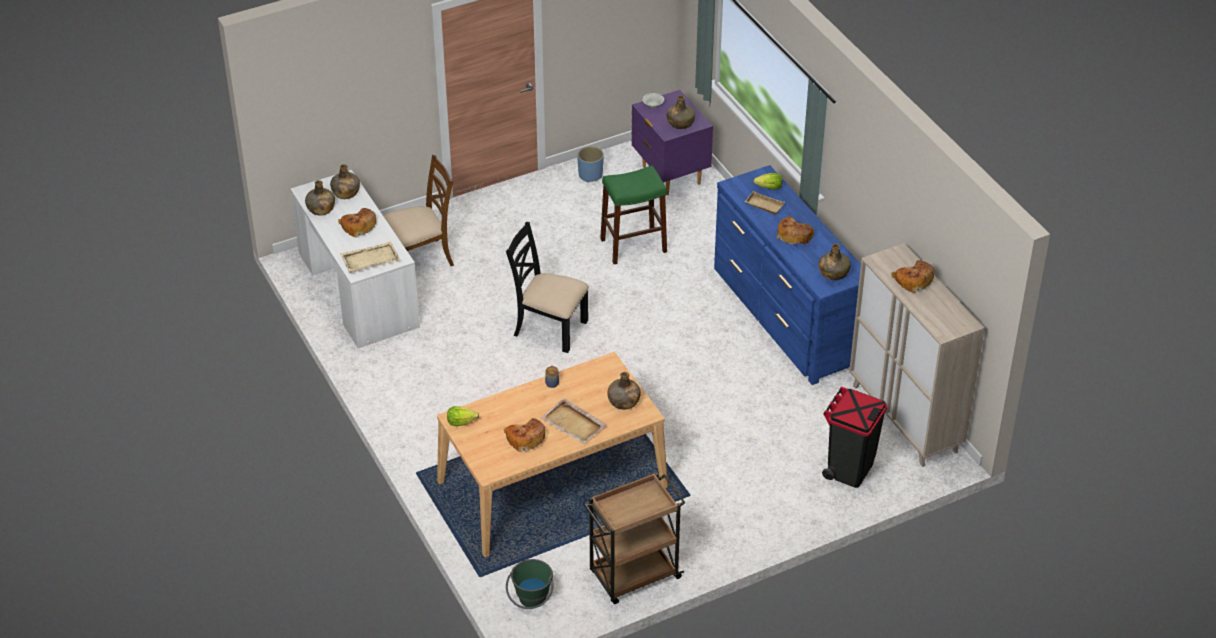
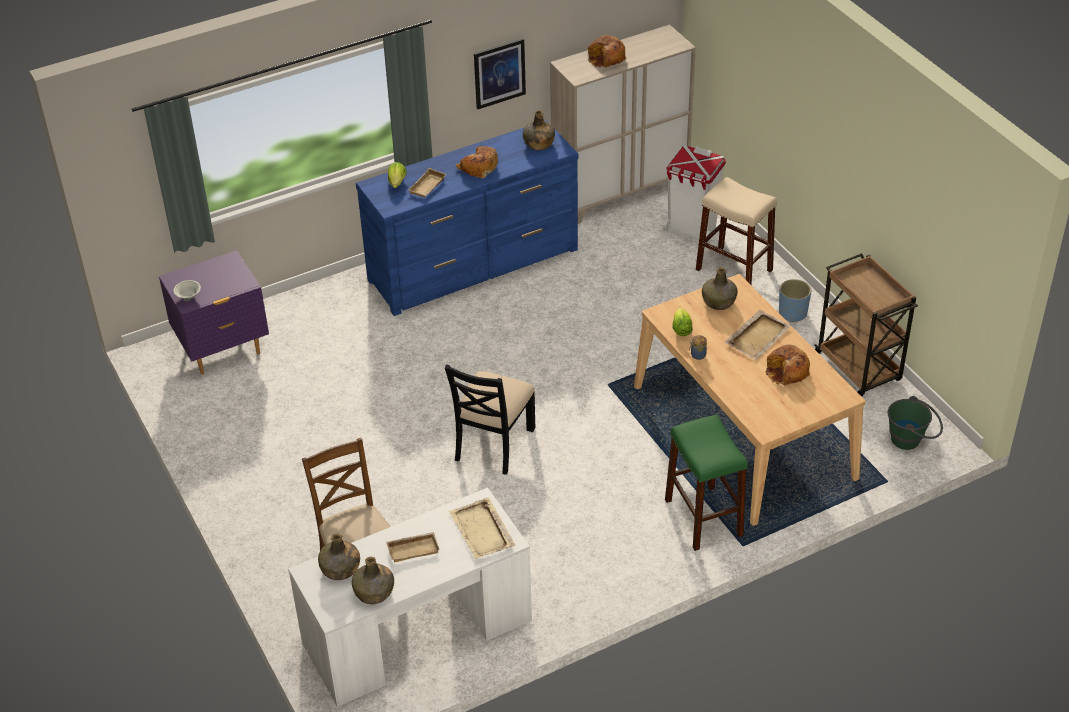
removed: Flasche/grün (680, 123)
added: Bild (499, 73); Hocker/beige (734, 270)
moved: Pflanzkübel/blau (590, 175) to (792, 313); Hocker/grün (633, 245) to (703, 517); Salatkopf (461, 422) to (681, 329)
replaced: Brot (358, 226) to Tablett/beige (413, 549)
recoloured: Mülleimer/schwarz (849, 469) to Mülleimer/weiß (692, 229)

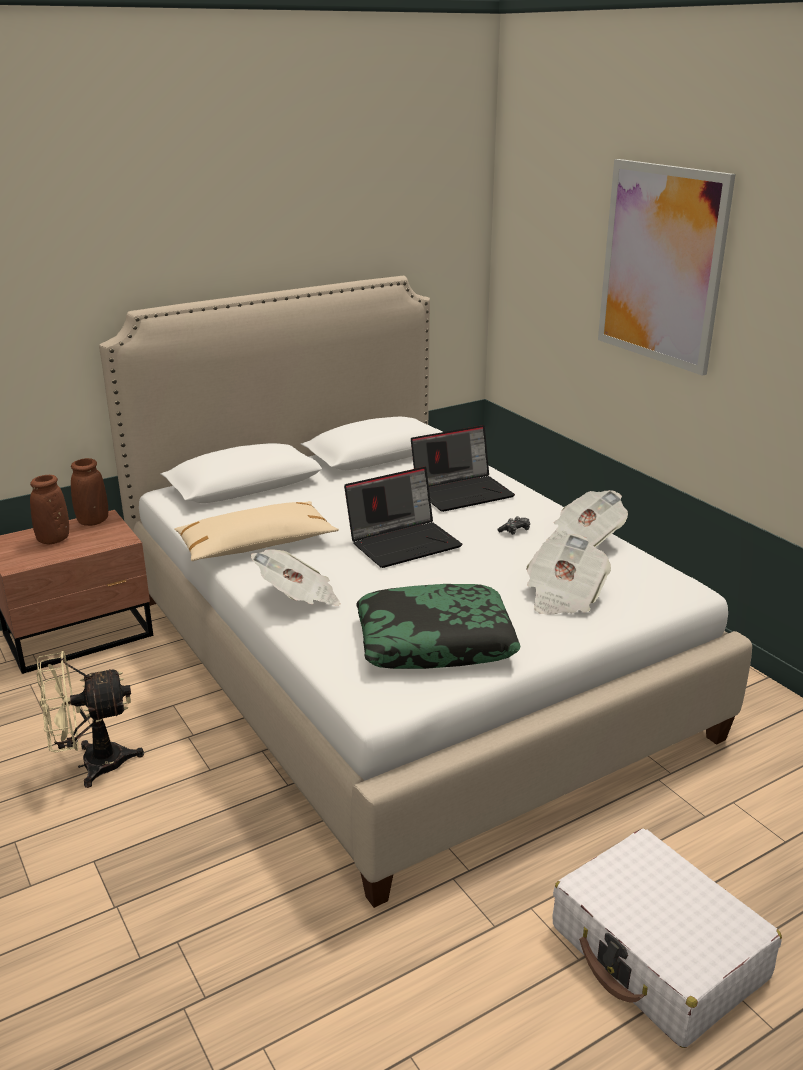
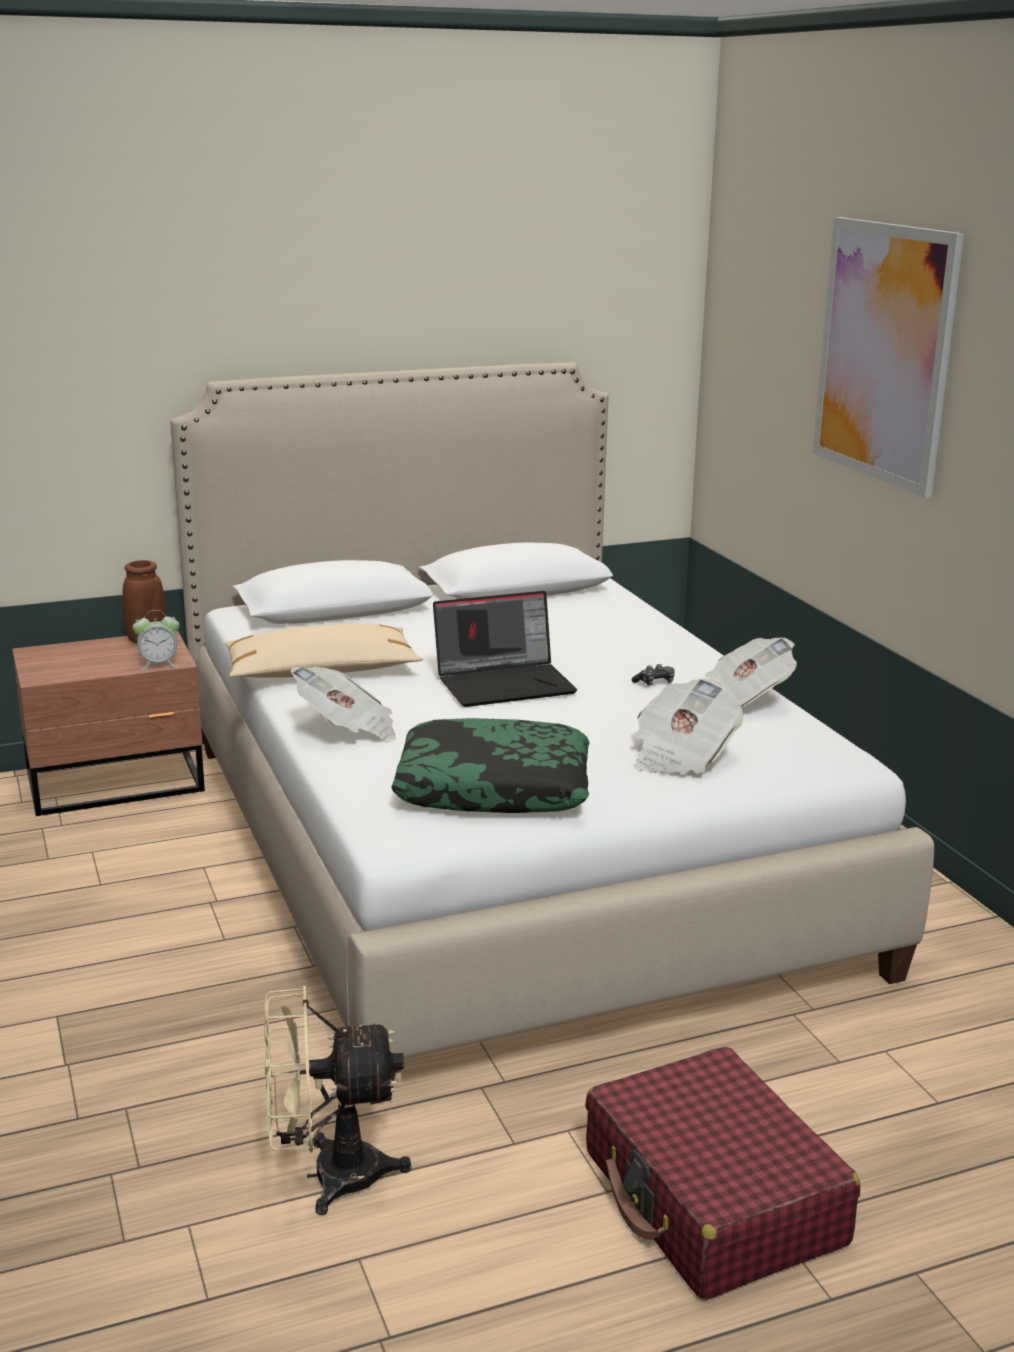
removed: Laptop (462, 492); Vase/braun (53, 540)
added: Wecker (159, 664)
moved: Ventilator/beige (91, 765) to (328, 1176)
recoloured: Koffer/weiß (658, 953) to Koffer/rot (713, 1199)

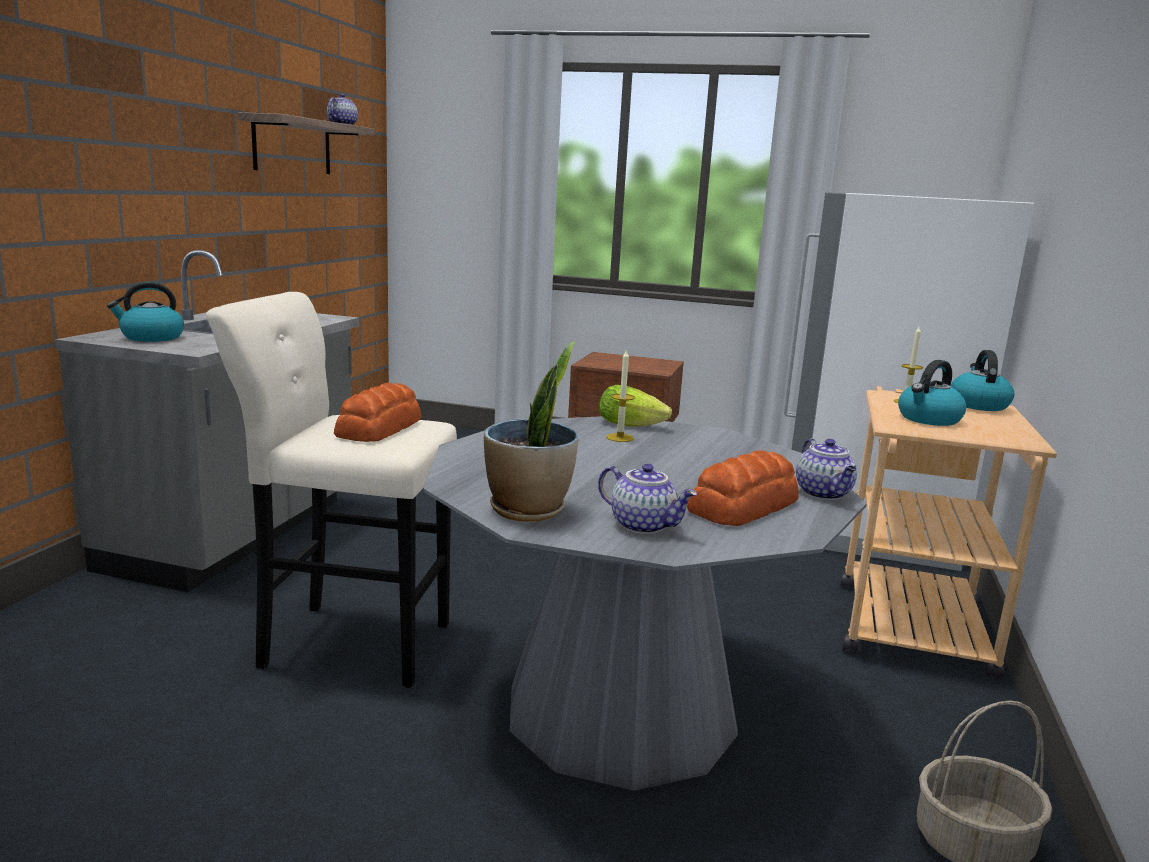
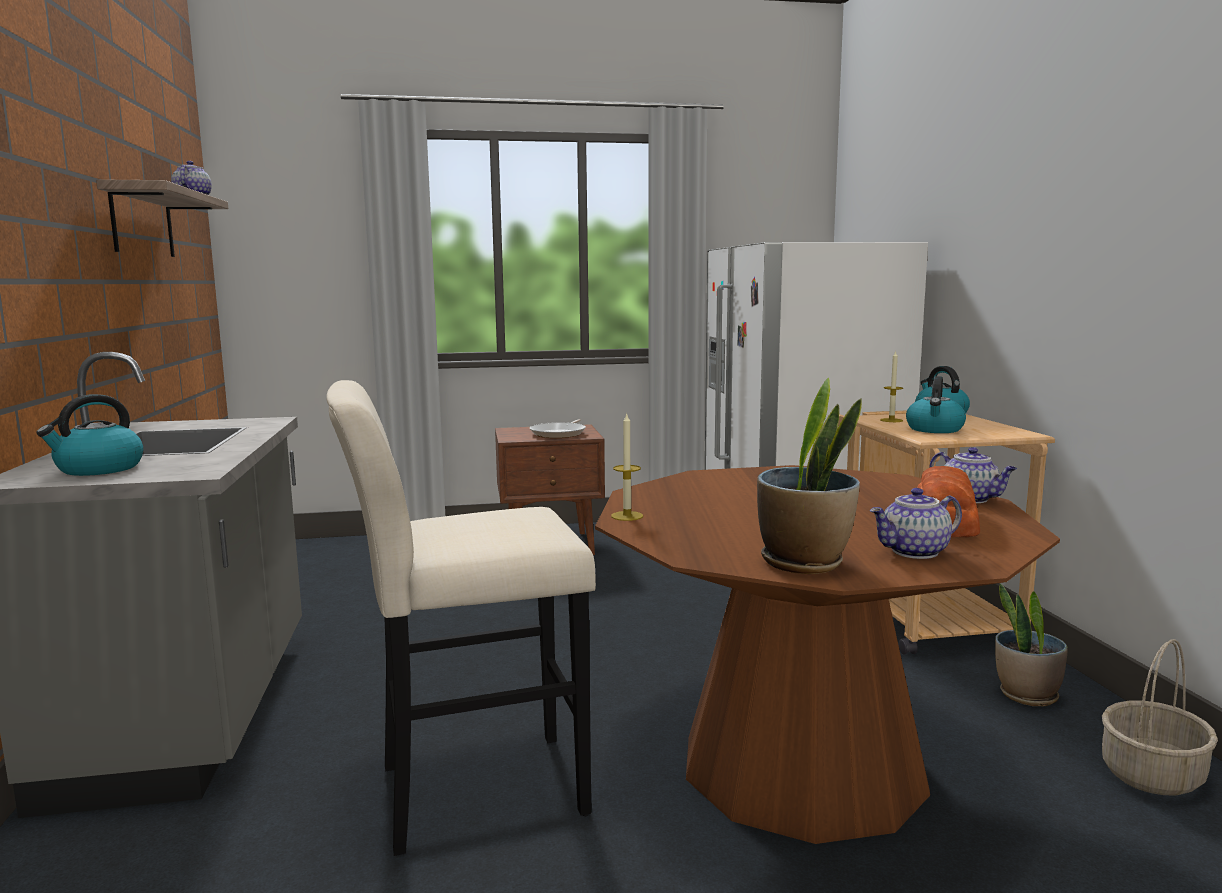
removed: Brot (380, 428); Salatkopf (634, 425)
added: Pfanne (559, 433); Topfpflanze (1026, 695)
moved: Kerze (620, 438) to (627, 516)
recoloured: Esstisch/grau (620, 710) to Esstisch/braun (802, 765)
turned: Teekanne (644, 525) = (915, 552) 150 degrees clockwise

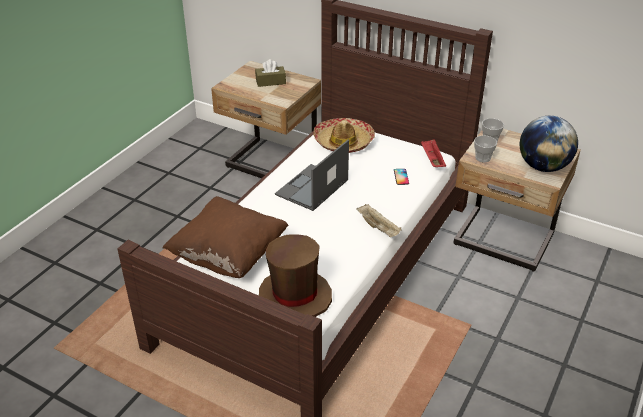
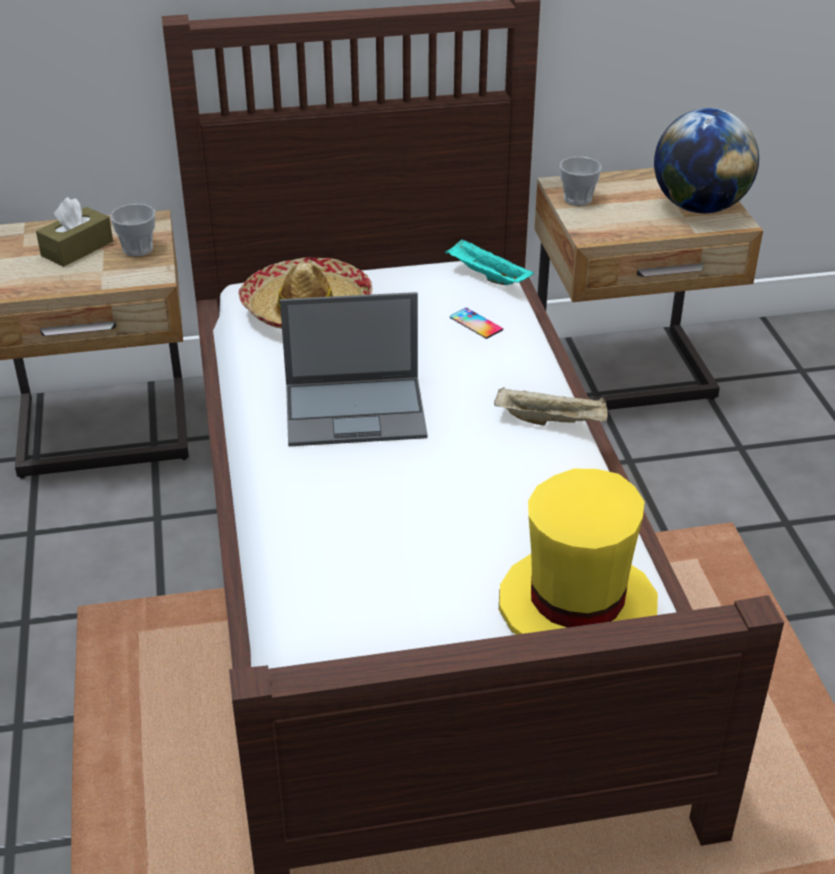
removed: Kissen/braun (229, 255)
moved: Tasse (482, 158) to (138, 249)
recoloured: Tablett/rot (432, 160) to Tablett/türkis (486, 276); Hut/braun (295, 296) to Hut/gelb (576, 606)
turned: Laptop (311, 188) = (357, 411) 90 degrees counterclockwise

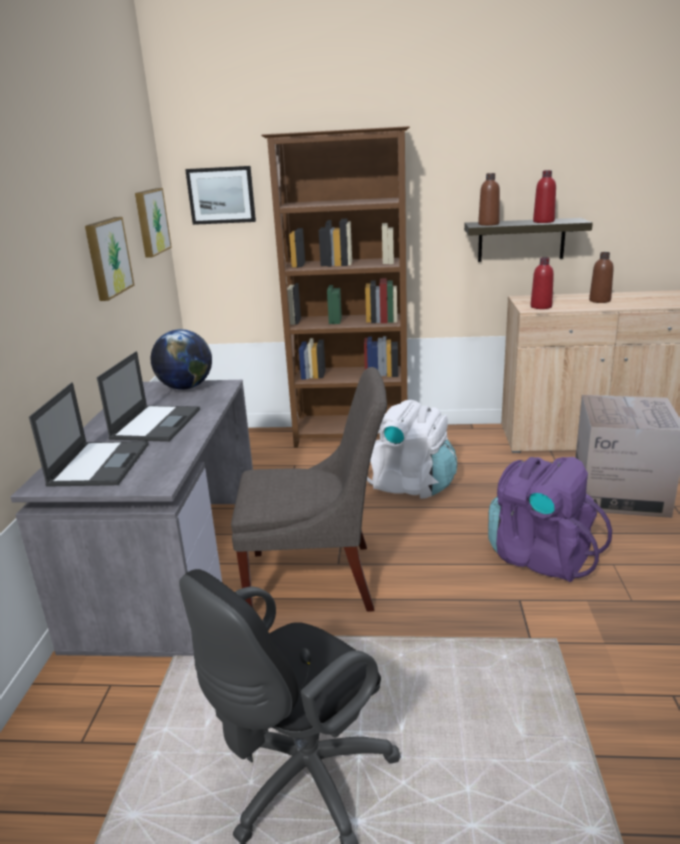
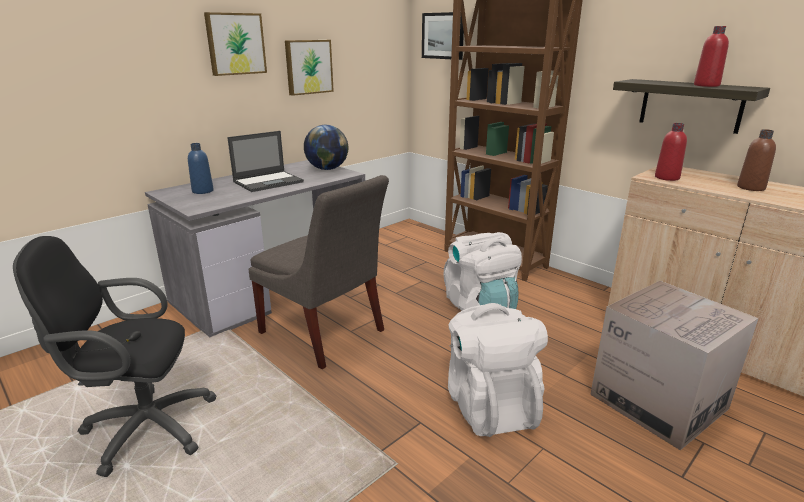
removed: Flasche/braun (488, 224)
moved: Bild (150, 222) to (235, 44)
replaced: Laptop (100, 463) to Flasche/blau (202, 191)
recoloured: Rucksack/lila (540, 557) to Rucksack/weiß (489, 405)

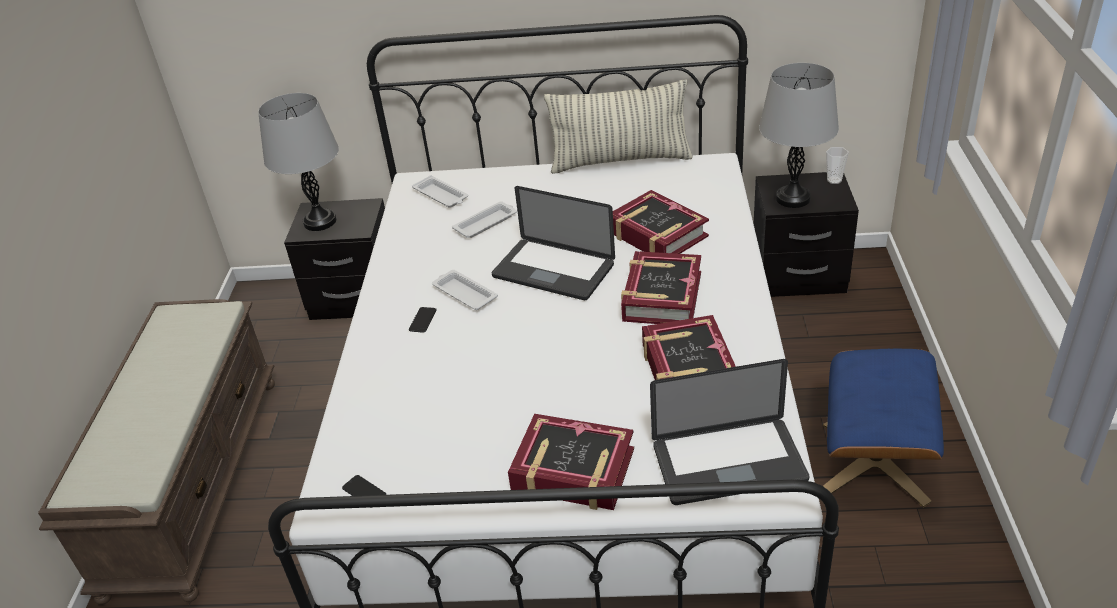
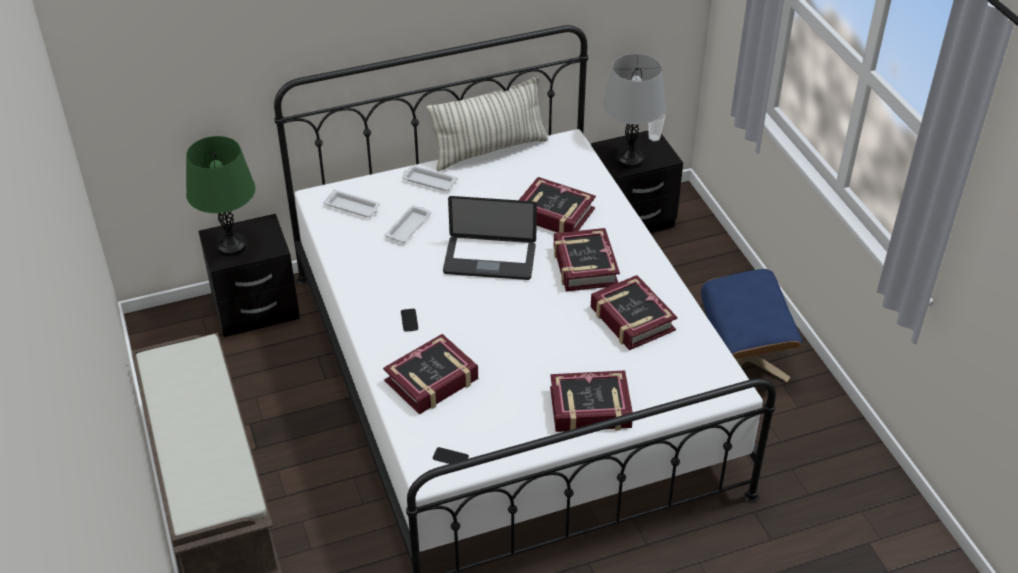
removed: Laptop (728, 463)
added: Buch (432, 380)
moved: Tablett/weiß (464, 293) to (428, 181)
recoloured: Tischlampe/grau (320, 222) to Tischlampe/grün (231, 246)

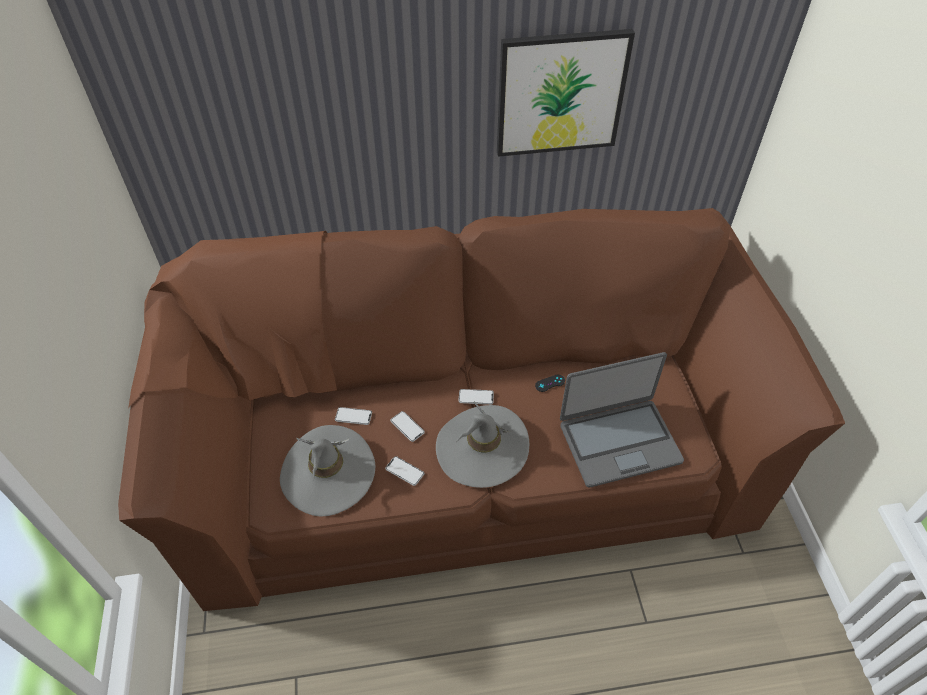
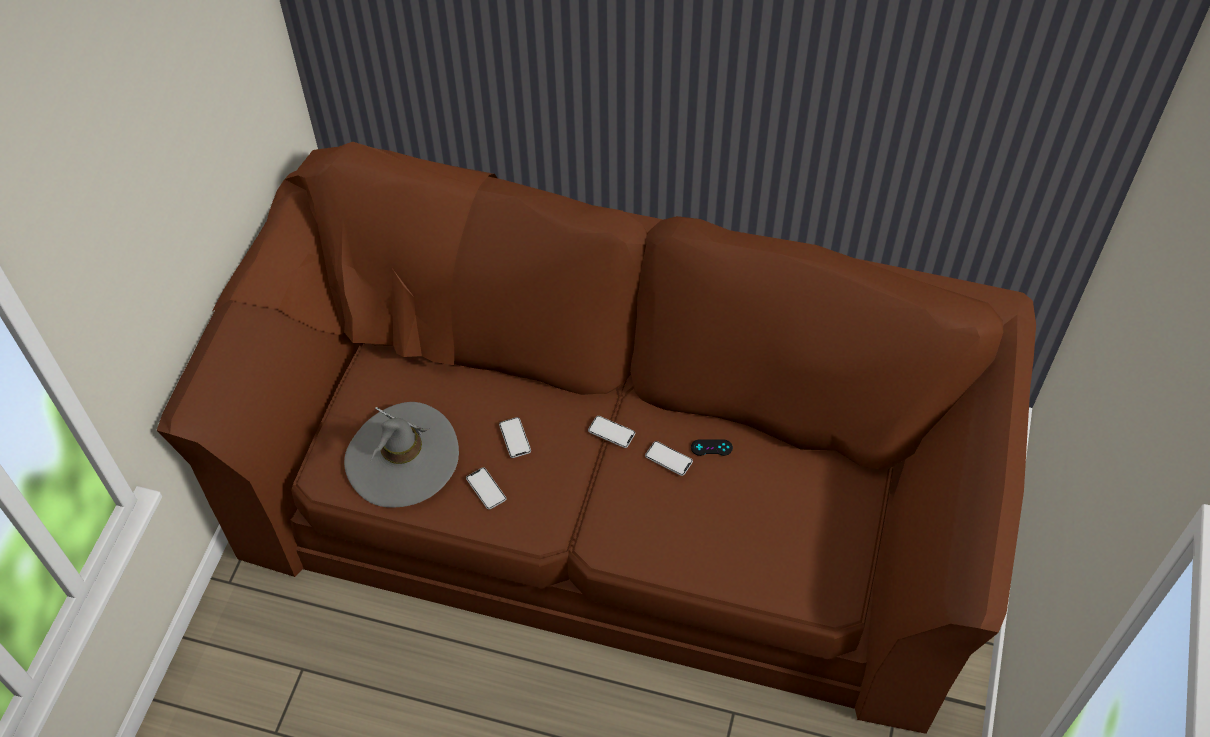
removed: Bild (560, 93); Laptop (619, 442); Hut/grau (482, 448)
moved: Handy (353, 416) to (668, 459)

